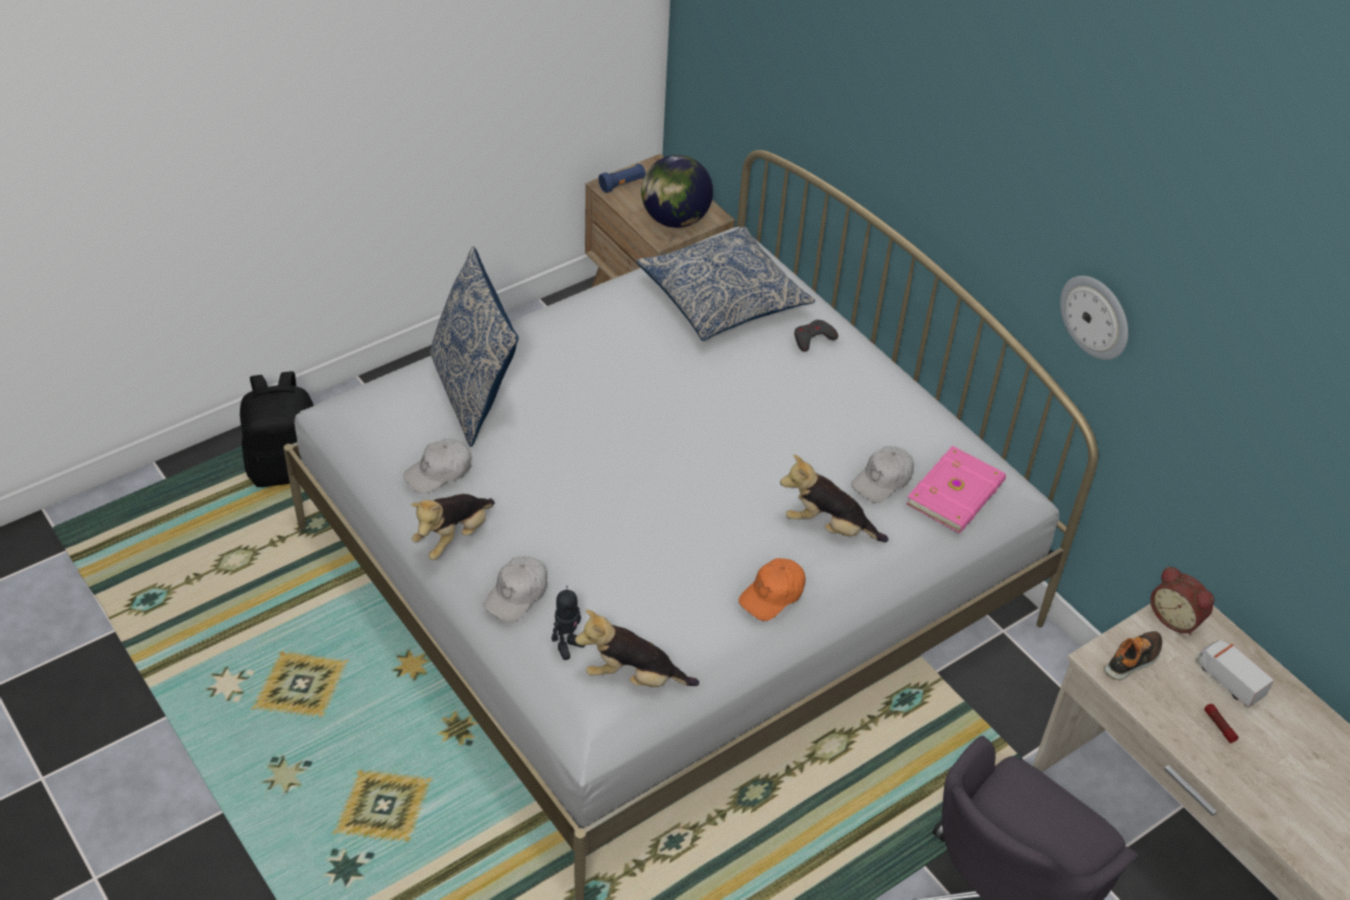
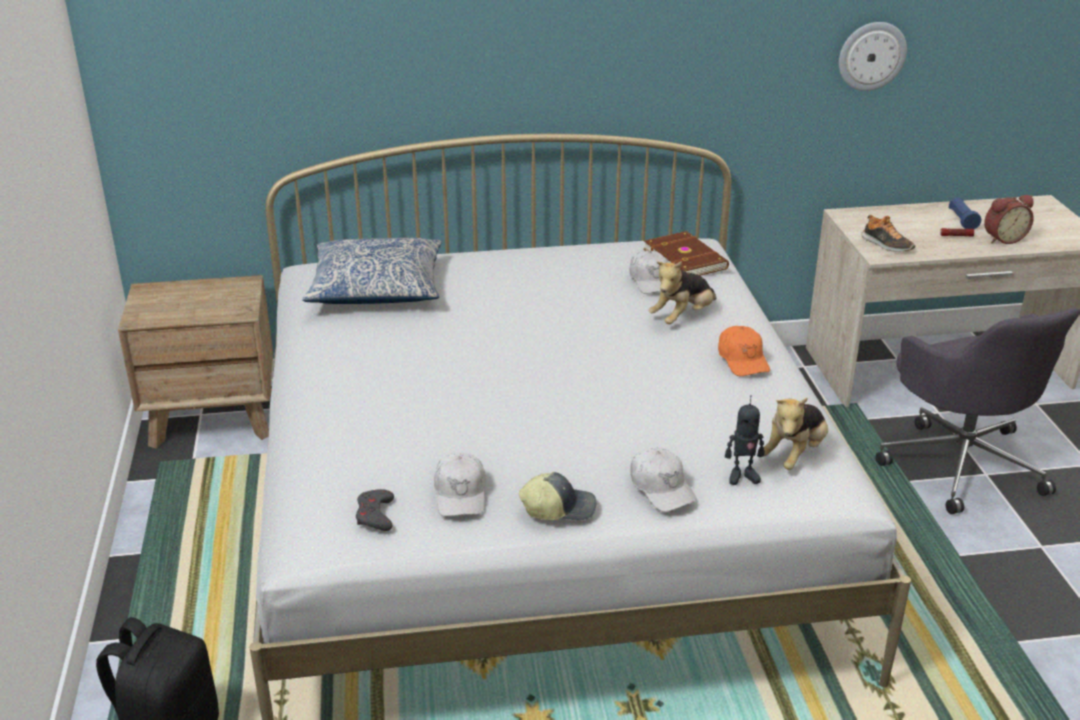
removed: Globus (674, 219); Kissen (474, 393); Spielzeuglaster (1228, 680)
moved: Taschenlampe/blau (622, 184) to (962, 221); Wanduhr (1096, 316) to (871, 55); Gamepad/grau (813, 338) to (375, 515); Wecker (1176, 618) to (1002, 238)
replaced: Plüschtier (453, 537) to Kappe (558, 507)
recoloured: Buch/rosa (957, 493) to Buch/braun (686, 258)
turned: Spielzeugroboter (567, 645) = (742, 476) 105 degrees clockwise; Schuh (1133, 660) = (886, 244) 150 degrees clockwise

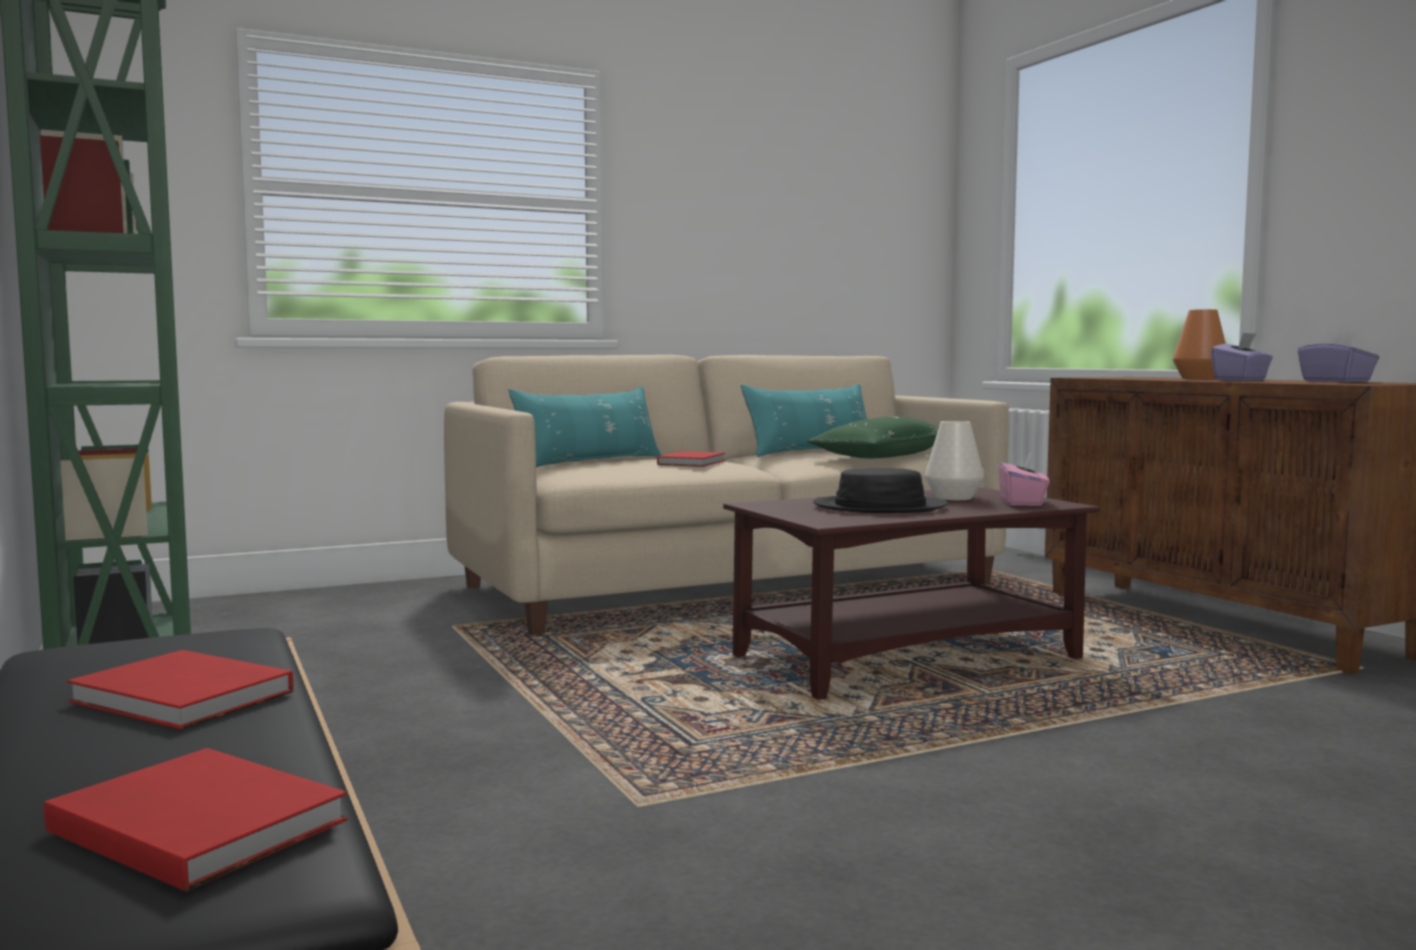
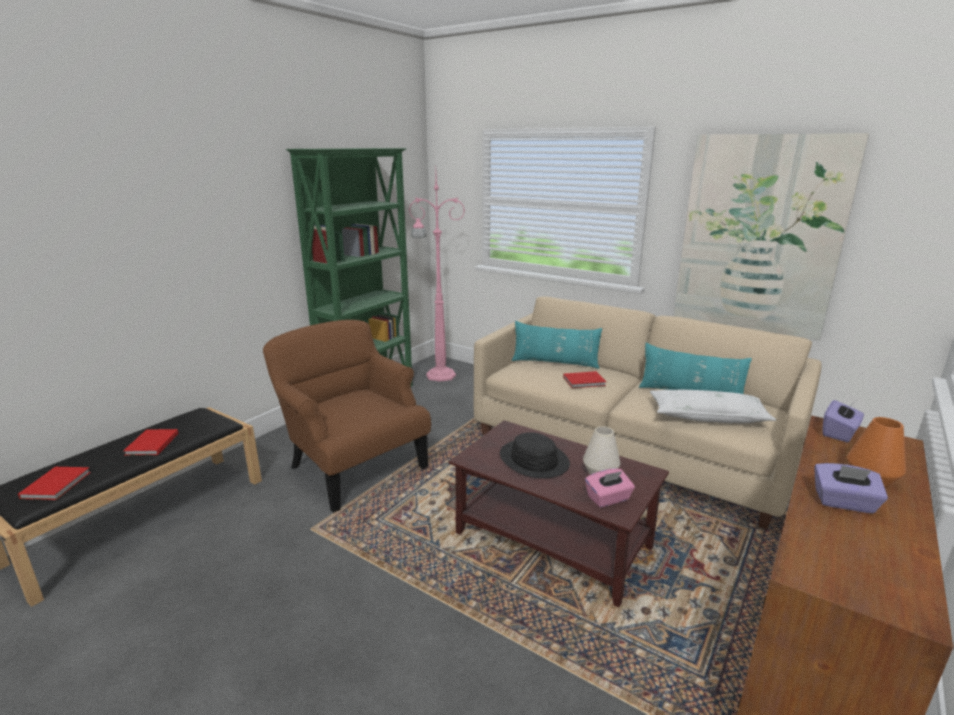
added: Bild (759, 236); Stehlampe/rosa (439, 375); Sessel/braun (354, 467)
moved: Taschentuchbox/lila (1336, 381) to (839, 433)
recoloured: Kissen/grün (882, 456) to Kissen/weiß (707, 416)

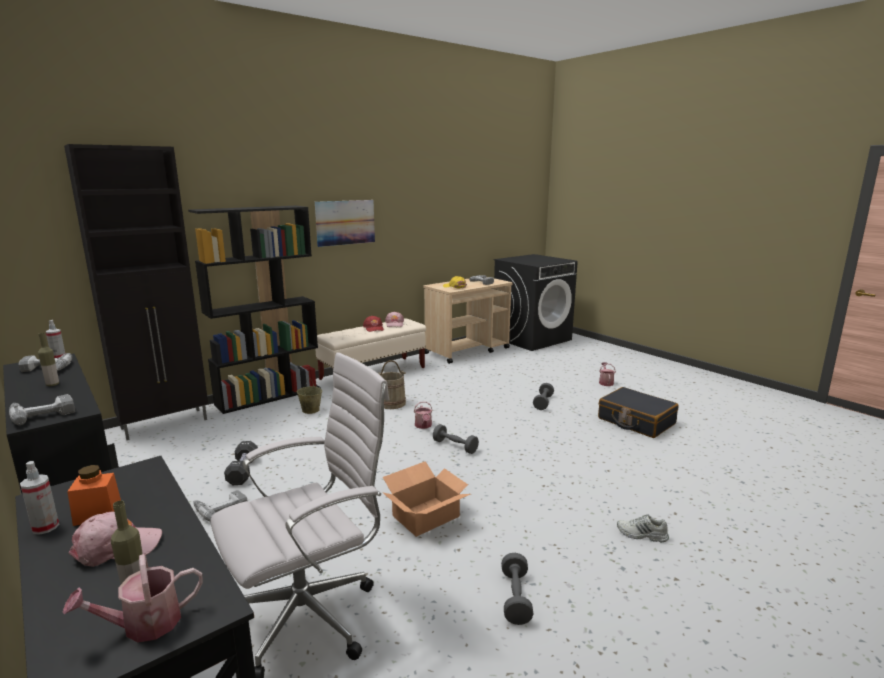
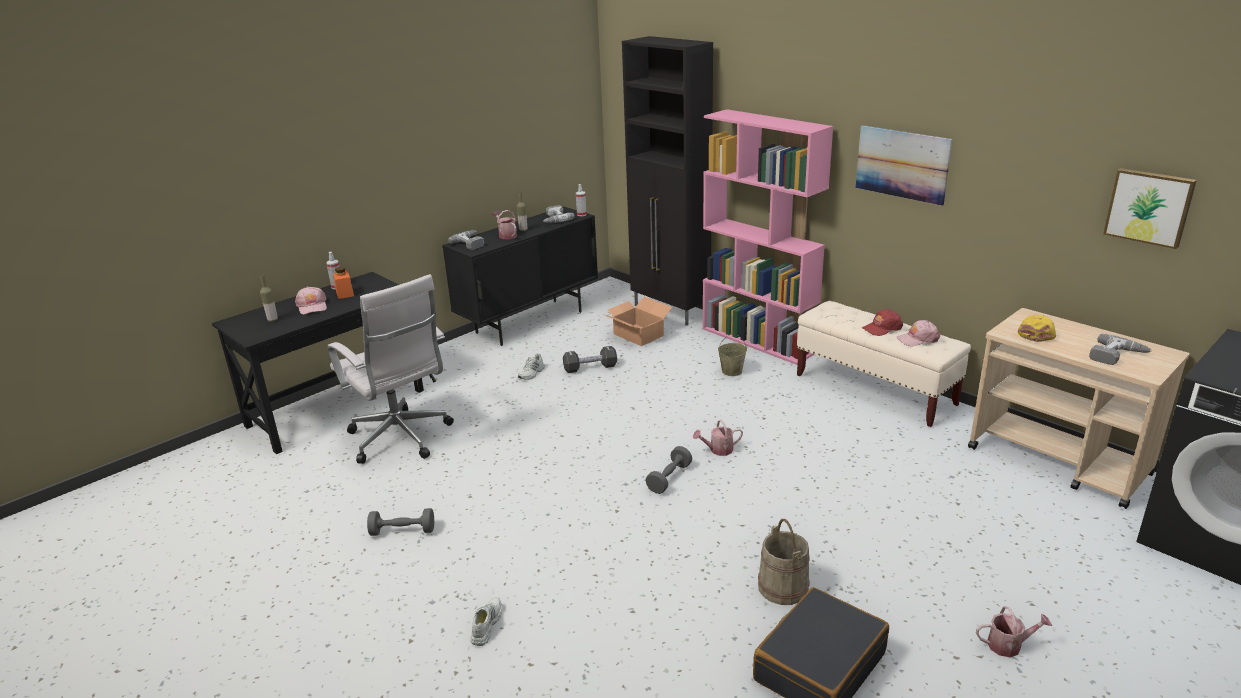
removed: Hantel/grau (543, 403)
added: Bild (1149, 207)
moved: Eimer/beige (391, 403) to (782, 587); Karton (425, 516) to (638, 334); Gießkanne (144, 625) to (506, 235)
replaced: Bohrmaschine (220, 508) to Schuh/weiß (532, 373)
recoloured: Bücherregal/schwarz (269, 396) to Bücherregal/rosa (758, 340)

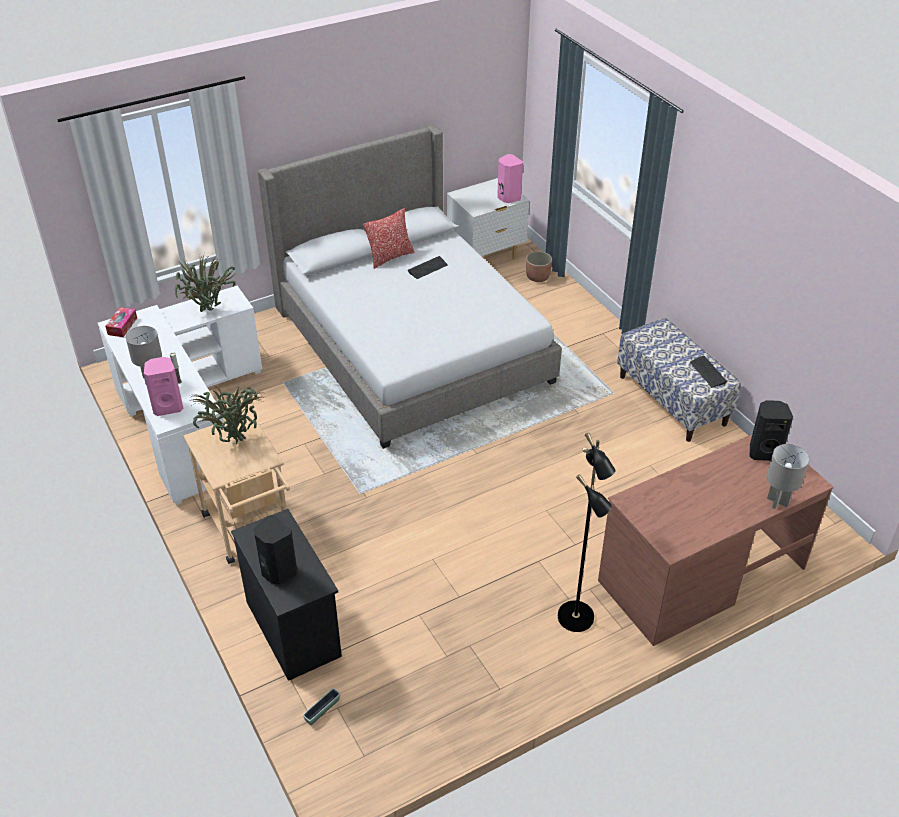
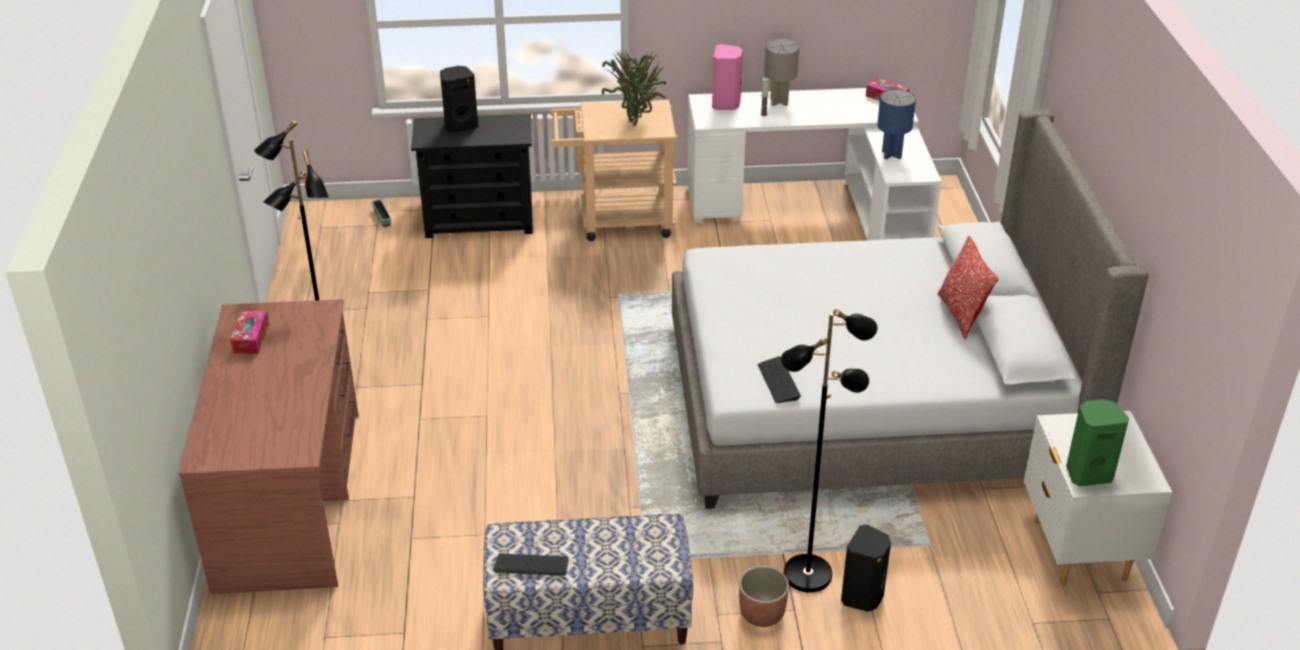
removed: Tischlampe/grau (777, 501)
added: Stehlampe/schwarz (808, 573); Taschentuchbox (251, 338)
moved: Pflanzkübel (538, 277) to (762, 614); Tastatur (427, 268) to (778, 381); Lautsprecher/schwarz (763, 452) to (863, 597)
replaced: Topfpflanze (209, 313) to Tischlampe/blau (891, 155)
recoloured: Lautsprecher/rosa (508, 198) to Lautsprecher/grün (1087, 473)

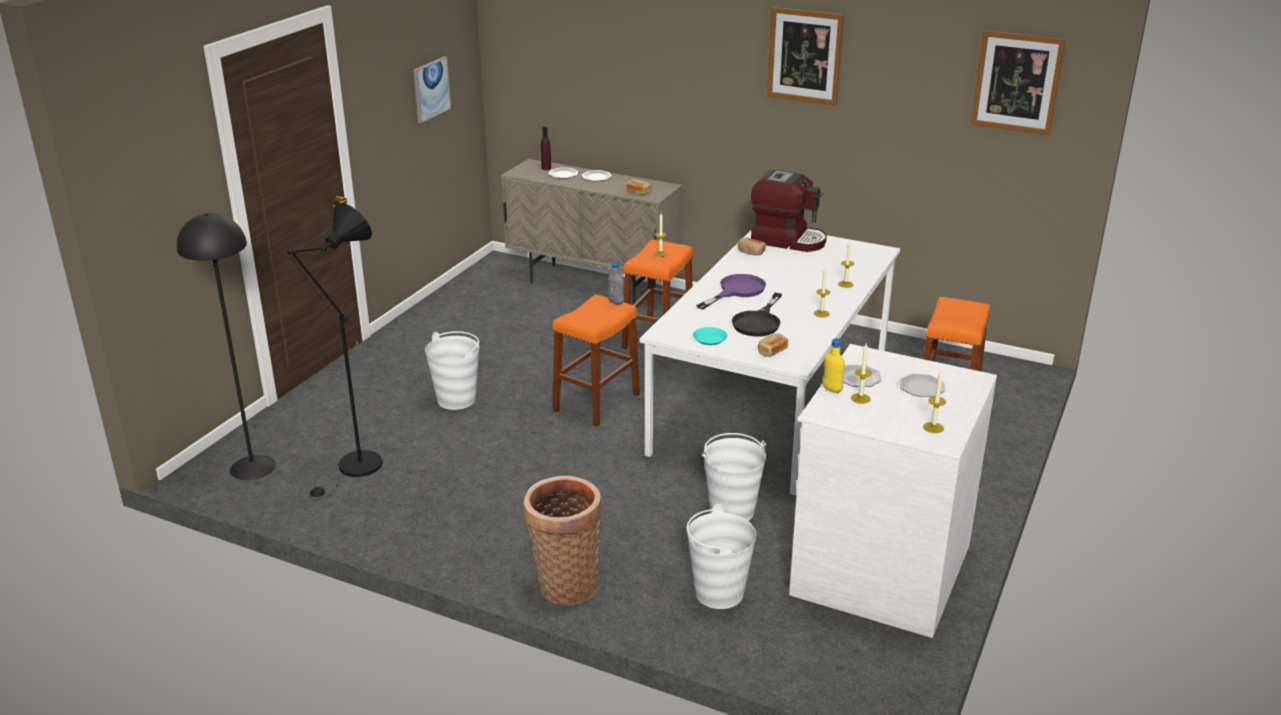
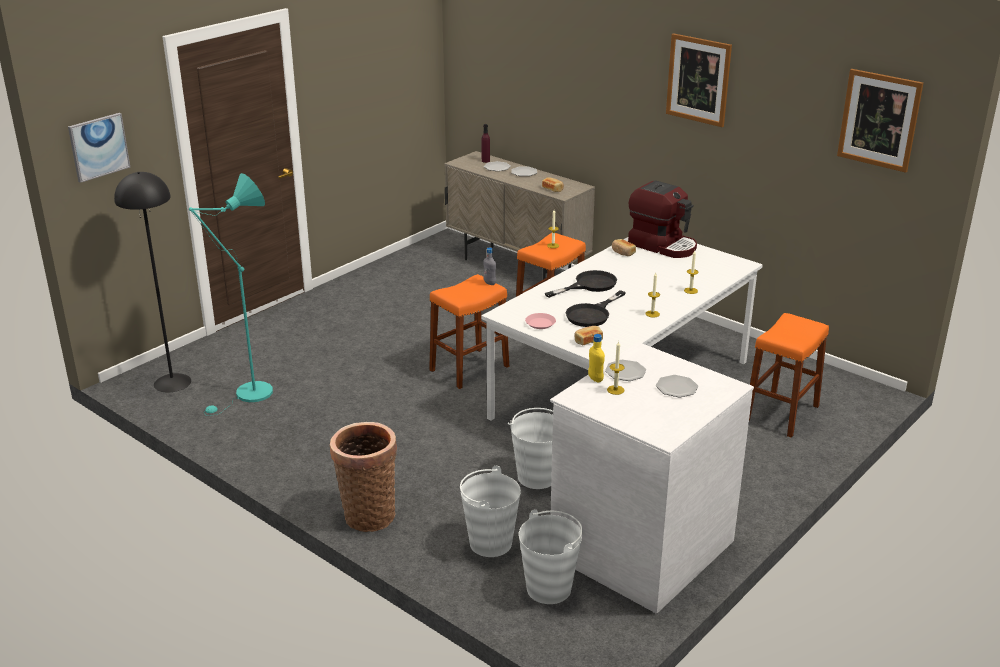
removed: Kerze (933, 427)
moved: Bild (431, 89) to (98, 147); Eimer/weiß (457, 399) to (549, 588)
recoloured: Stehlampe/schwarz (355, 469) to Stehlampe/türkis (248, 396); Pfanne/lila (736, 291) to Pfanne/schwarz (589, 285); Teller/türkis (709, 339) to Teller/rosa (540, 323)

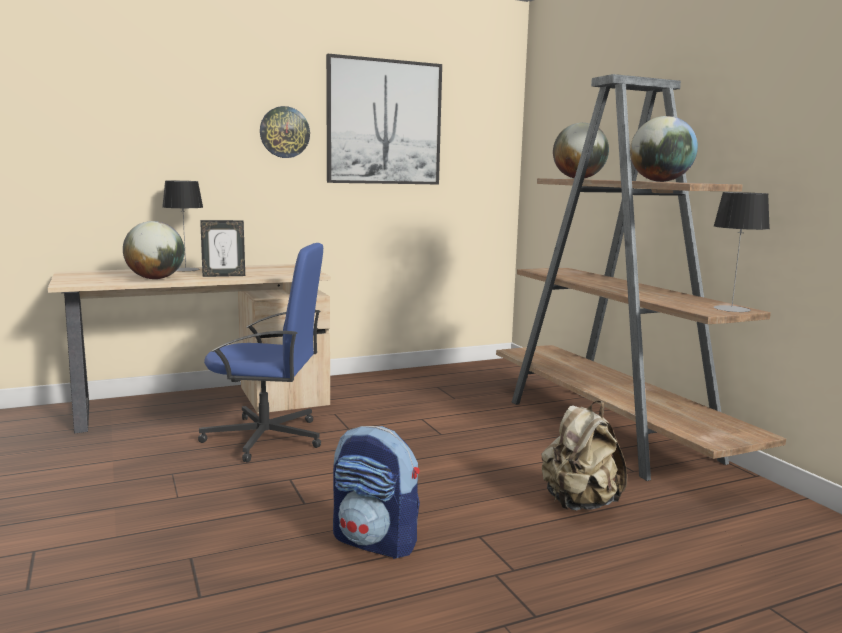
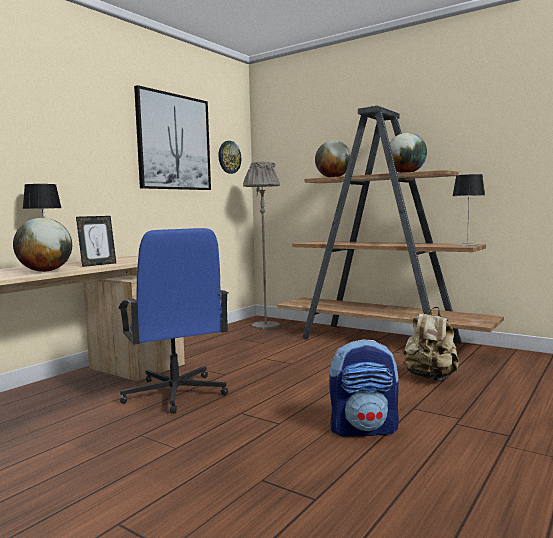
added: Stehlampe/grau (265, 325)
moved: Wanduhr (284, 132) to (229, 157)
turned: Bürostuhl/blau (266, 438) = (175, 394) 90 degrees clockwise

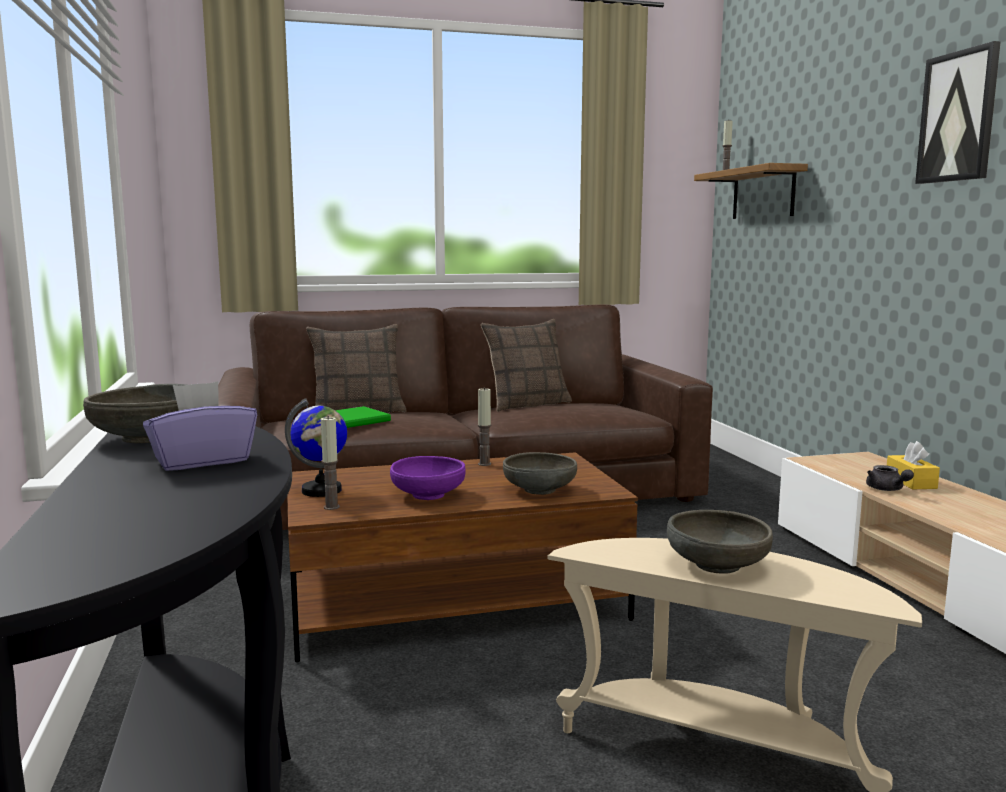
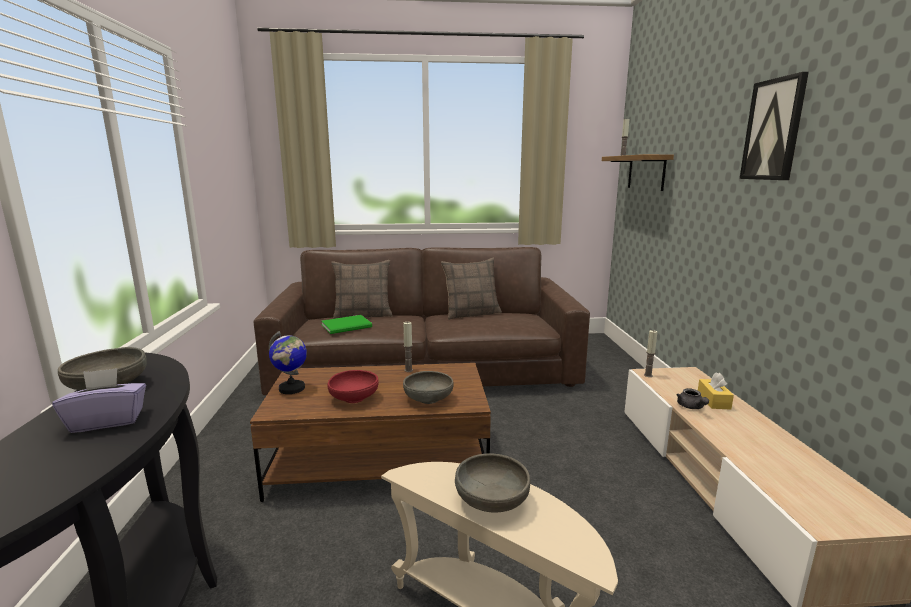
moved: Kerze (331, 507) to (648, 375)
recoloured: Schüssel/lila (428, 495) to Schüssel/rot (354, 398)

